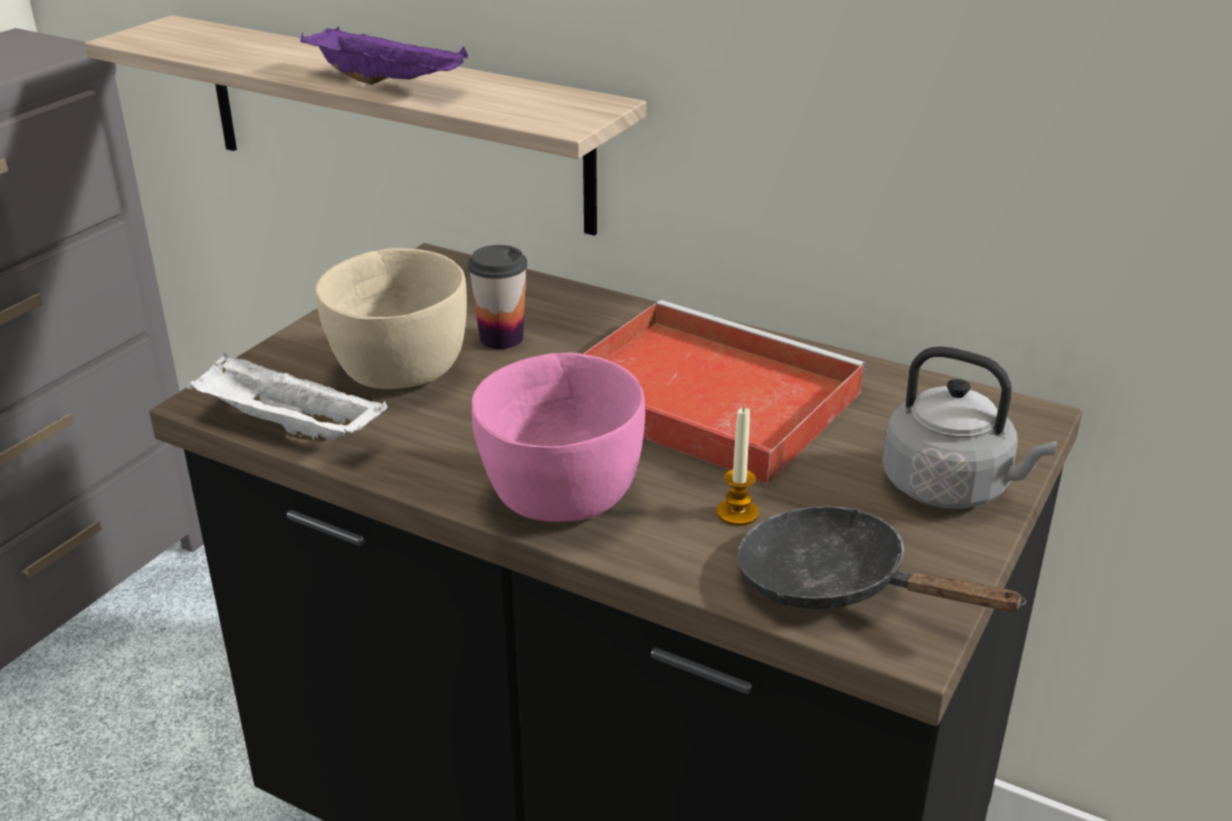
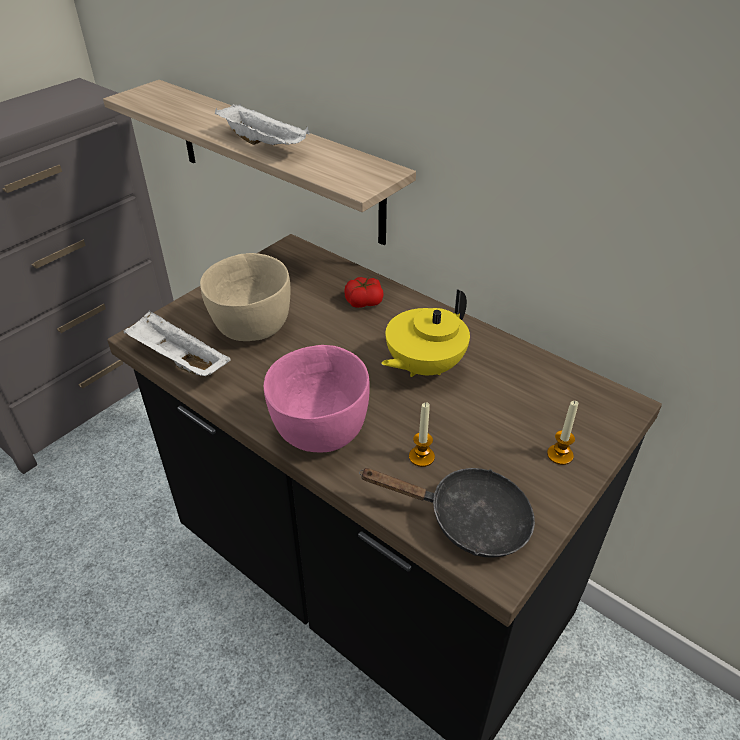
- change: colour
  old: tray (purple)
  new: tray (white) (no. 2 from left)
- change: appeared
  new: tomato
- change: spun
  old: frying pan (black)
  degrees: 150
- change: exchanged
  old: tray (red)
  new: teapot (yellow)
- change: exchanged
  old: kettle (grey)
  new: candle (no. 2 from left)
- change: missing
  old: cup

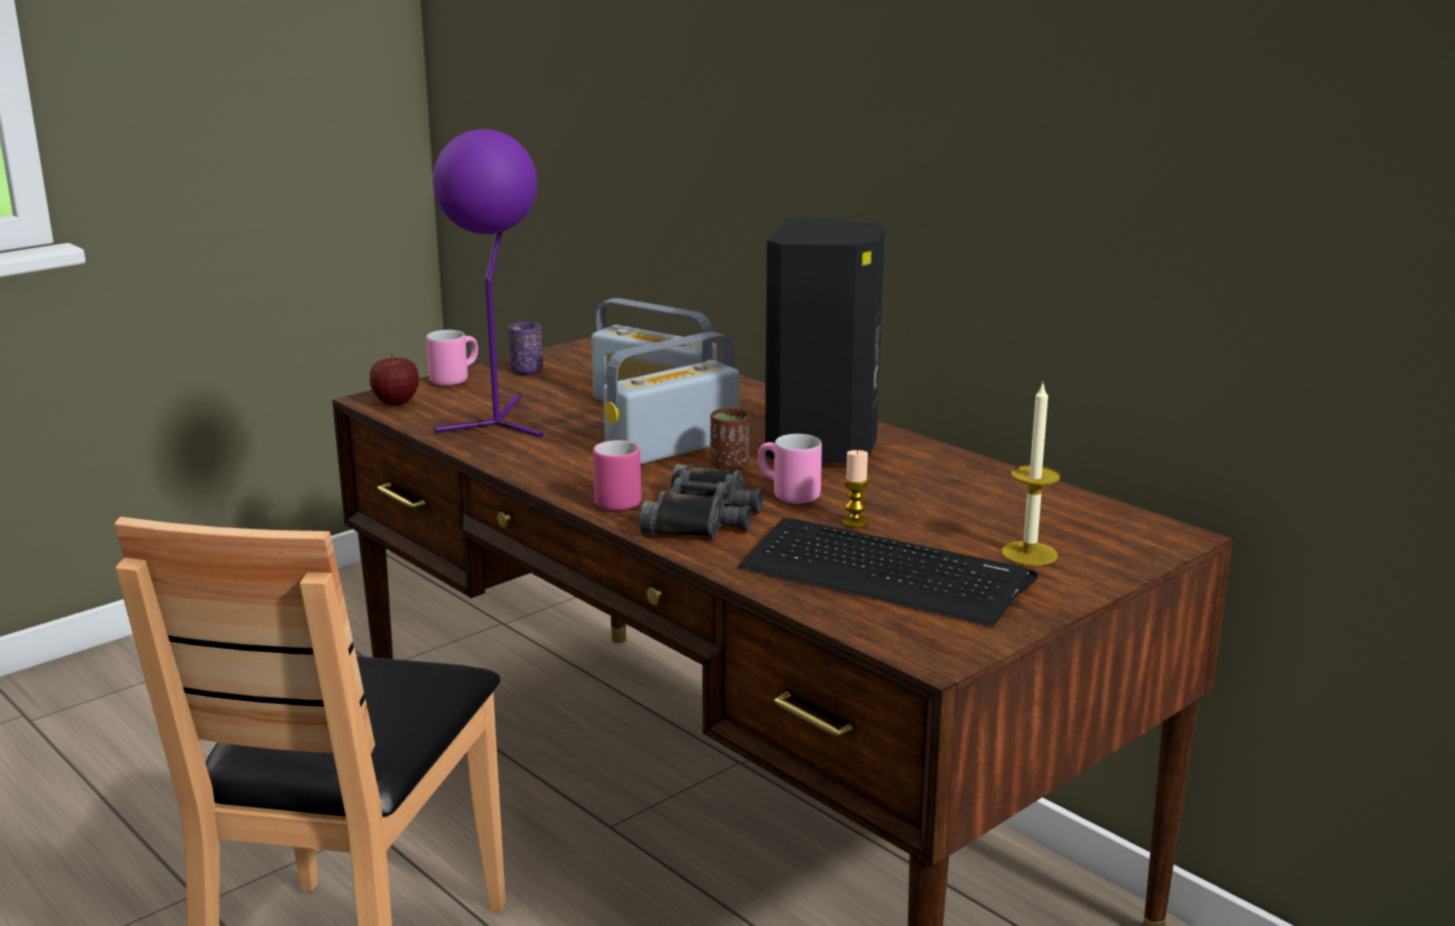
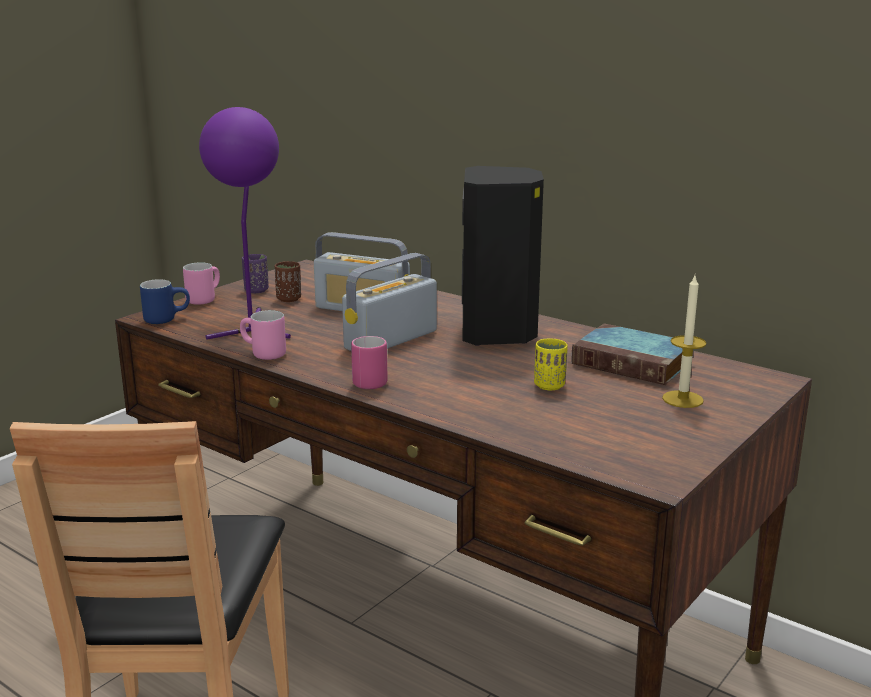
- change: exchanged
  old: apple
  new: mug (blue)
- change: relocated
  old: mug (pink) (no. 3 from left in the first image)
  new: mug (pink) (no. 2 from left)
- change: relocated
  old: cup (brown)
- change: exchanged
  old: candle (no. 1 from left)
  new: cup (yellow)
- change: appeared
  new: book
- change: missing
  old: binoculars (black)
- change: missing
  old: keyboard

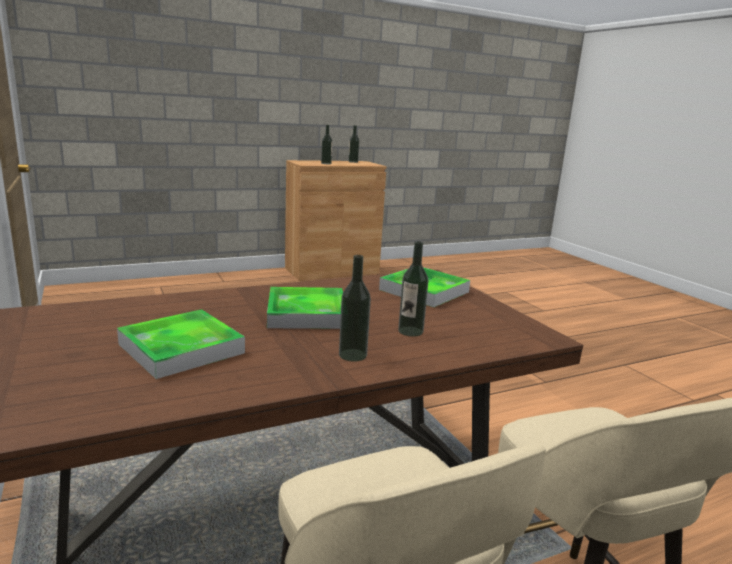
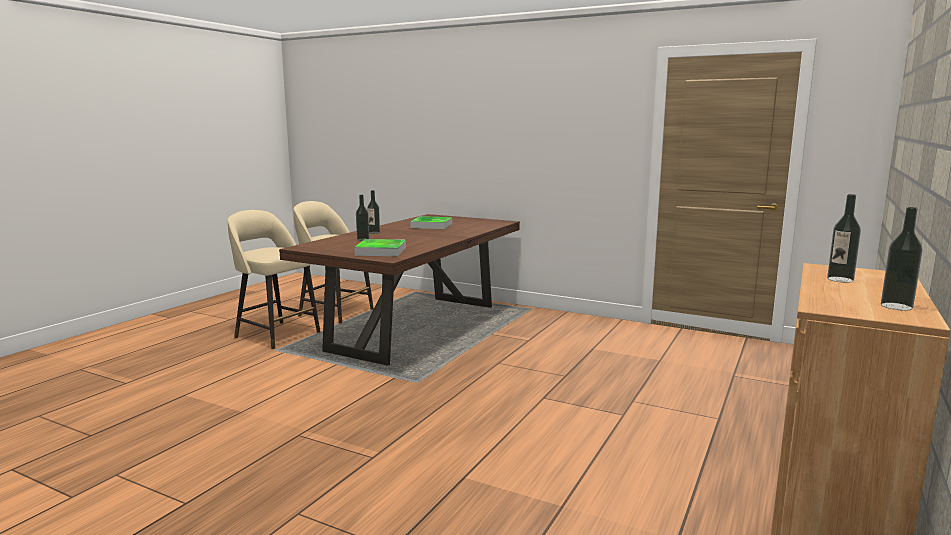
- change: missing
  old: tray (no. 2 from left)

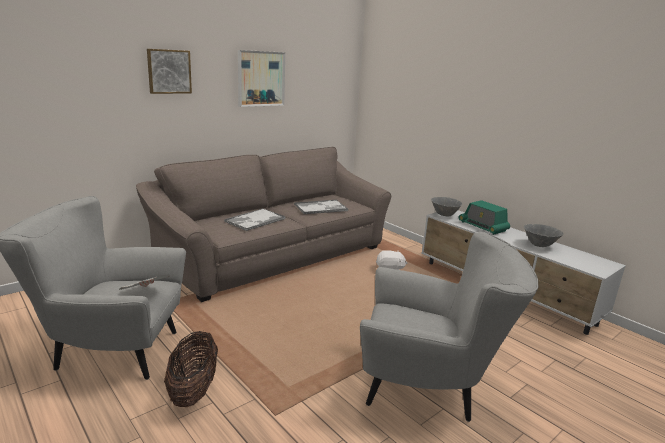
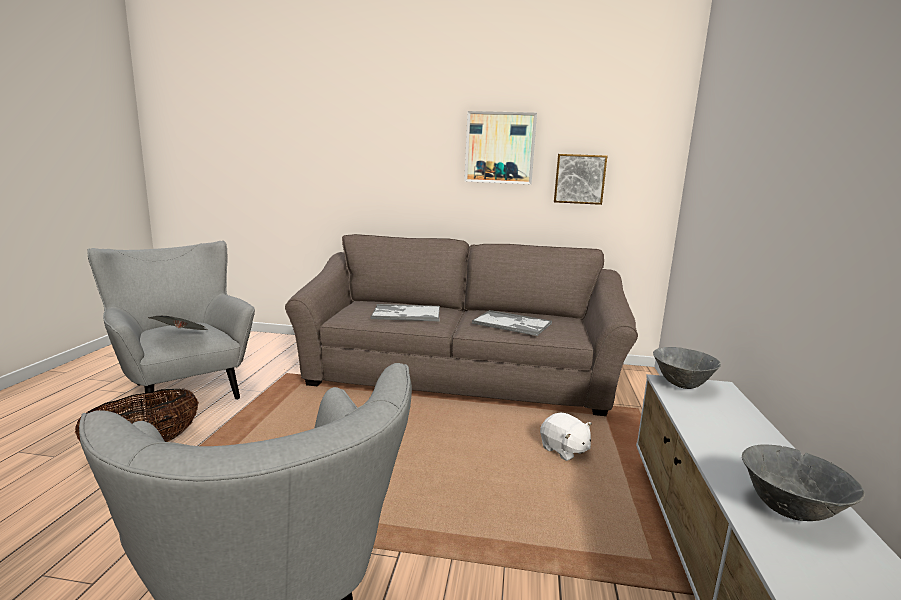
- change: relocated
  old: picture (no. 1 from left in the first image)
  new: picture (no. 2 from left)
- change: missing
  old: radio

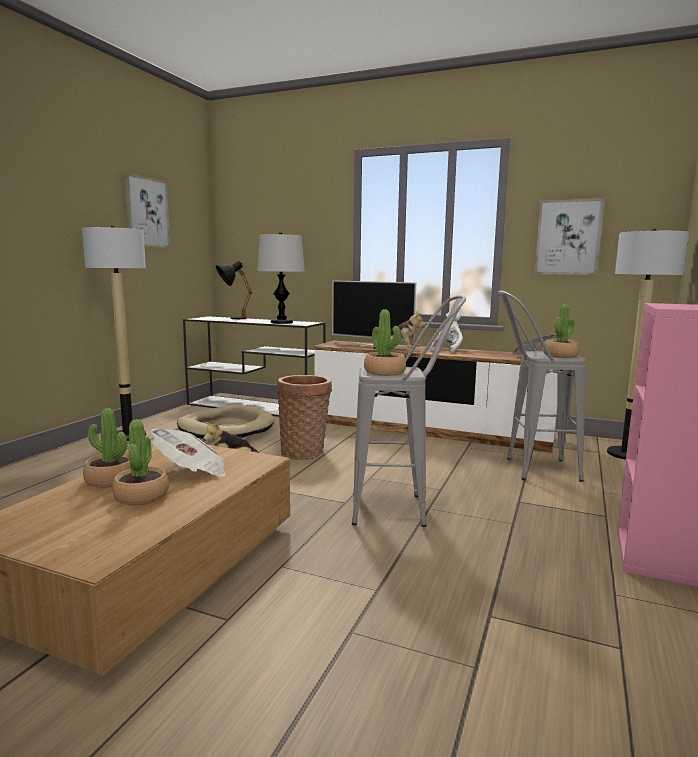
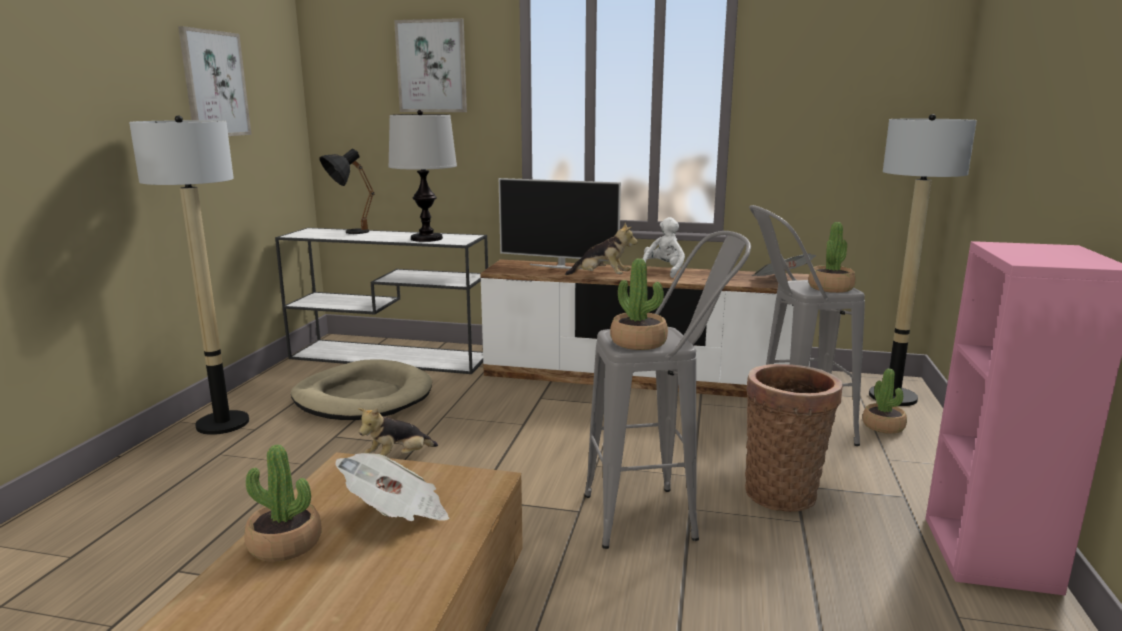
- change: relocated
  old: picture (no. 2 from left)
- change: relocated
  old: basket
- change: relocated
  old: potted plant (no. 2 from left in the first image)
  new: potted plant (no. 4 from left)

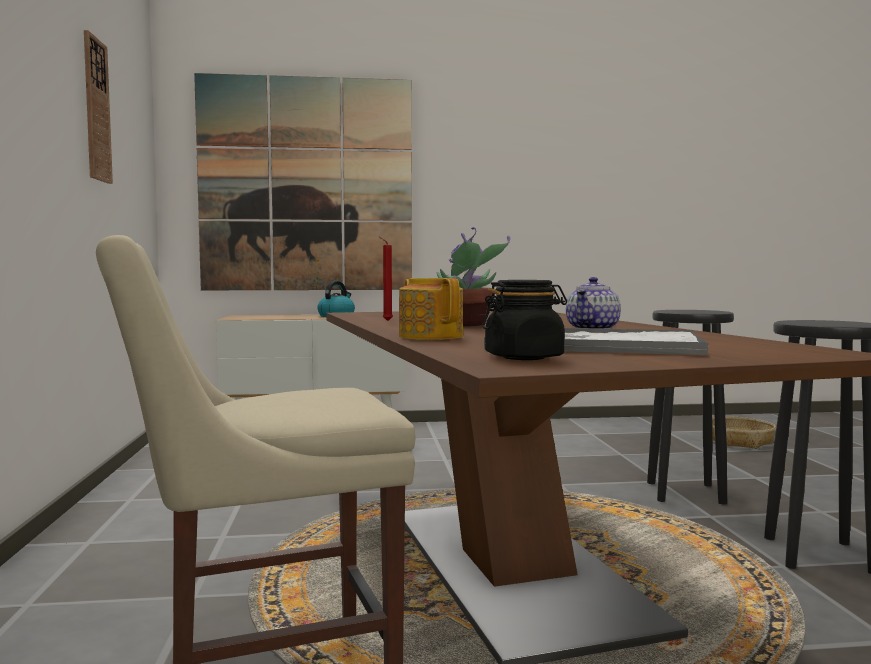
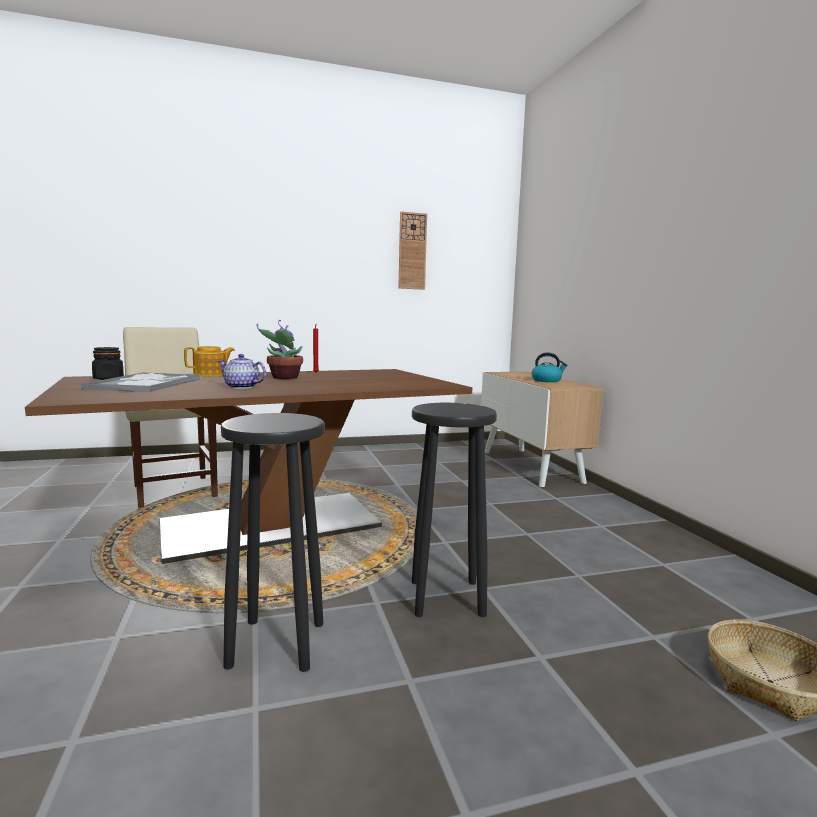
- change: missing
  old: picture

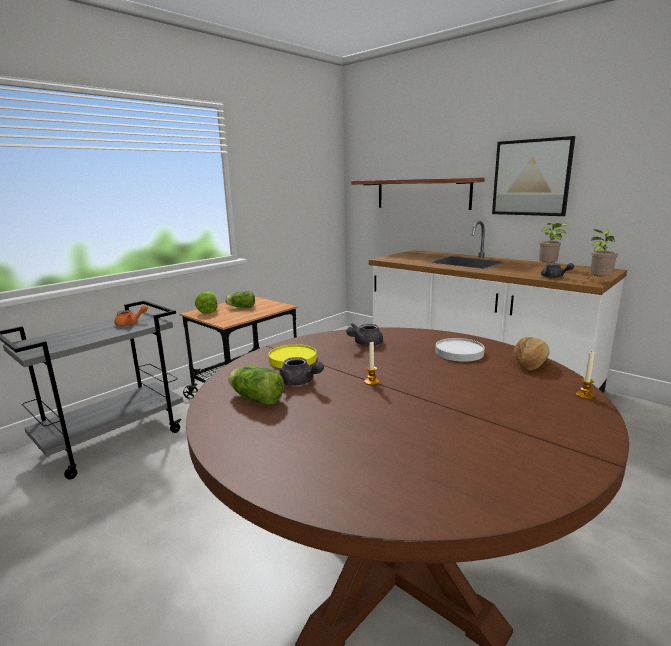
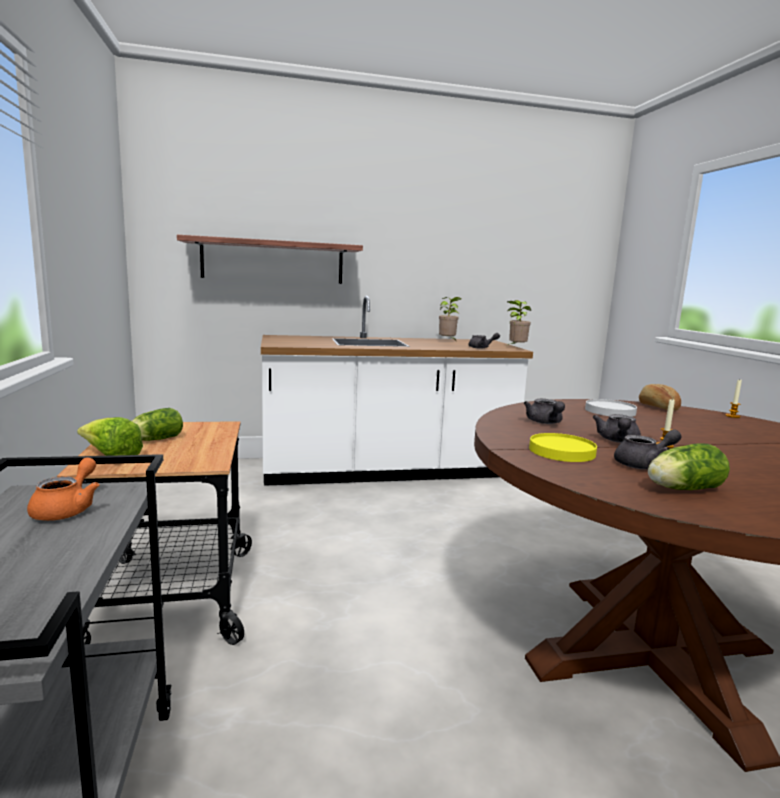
- change: appeared
  new: teapot (grey) (no. 3 from left)
- change: missing
  old: picture

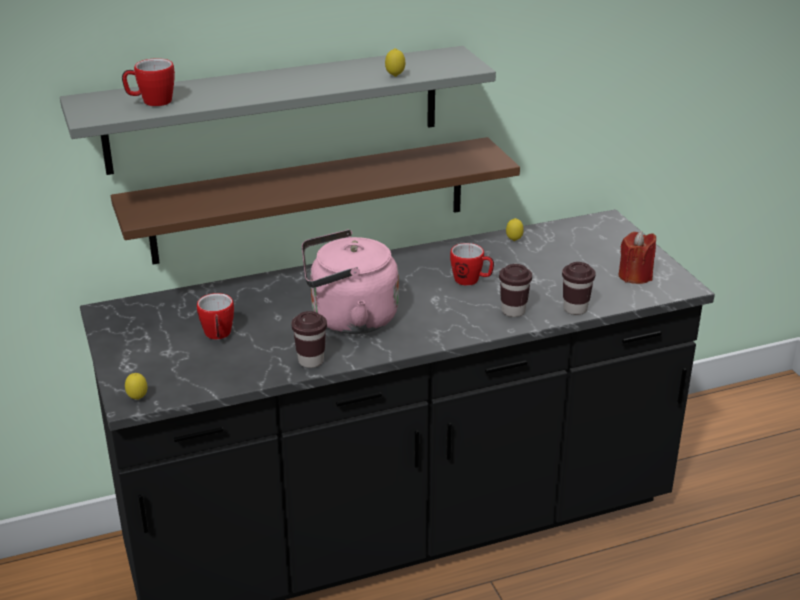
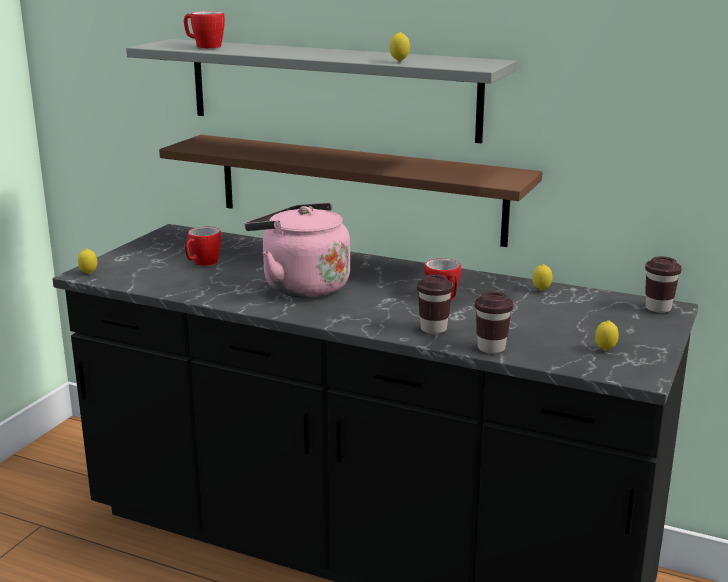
- change: exchanged
  old: candle (red)
  new: lemon (no. 4 from left)
- change: relocated
  old: cup (brown) (no. 1 from left in the first image)
  new: cup (brown) (no. 3 from left)

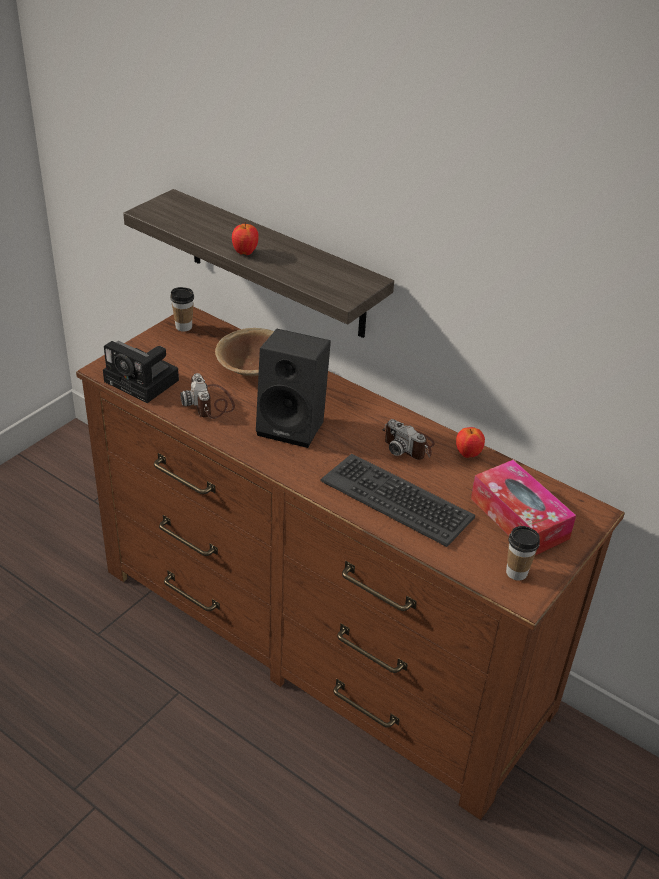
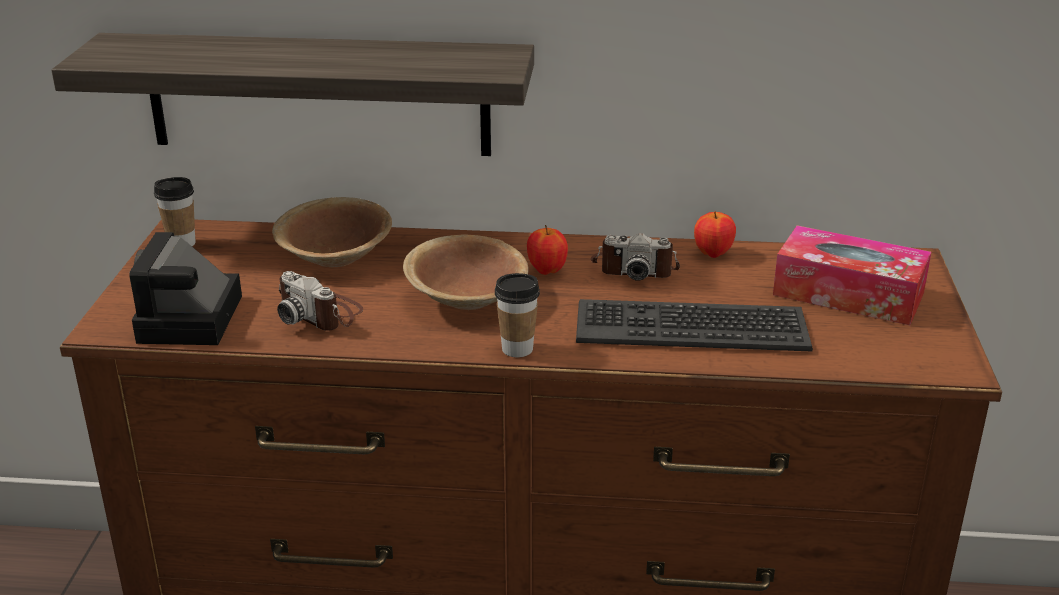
- change: spun
  old: photo camera (no. 1 from left)
  degrees: 90
- change: exchanged
  old: speaker (black)
  new: bowl (brown) (no. 2 from left)
- change: relocated
  old: cup (no. 2 from left)
- change: relocated
  old: apple (no. 1 from left)

